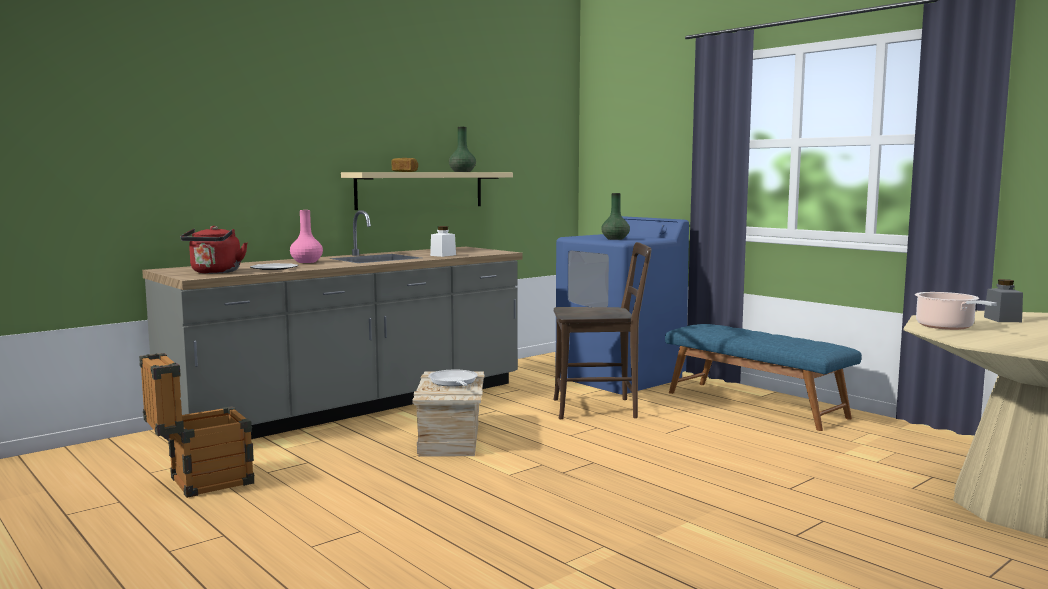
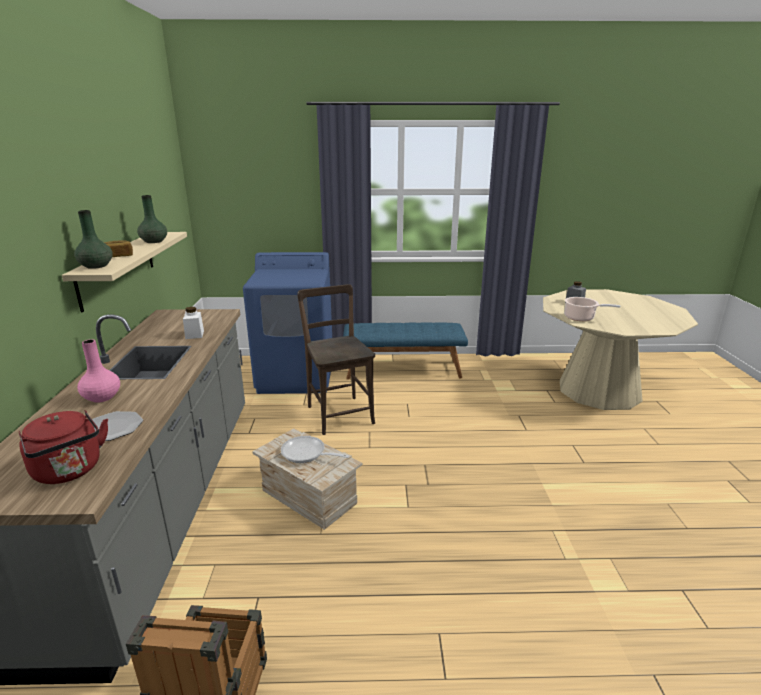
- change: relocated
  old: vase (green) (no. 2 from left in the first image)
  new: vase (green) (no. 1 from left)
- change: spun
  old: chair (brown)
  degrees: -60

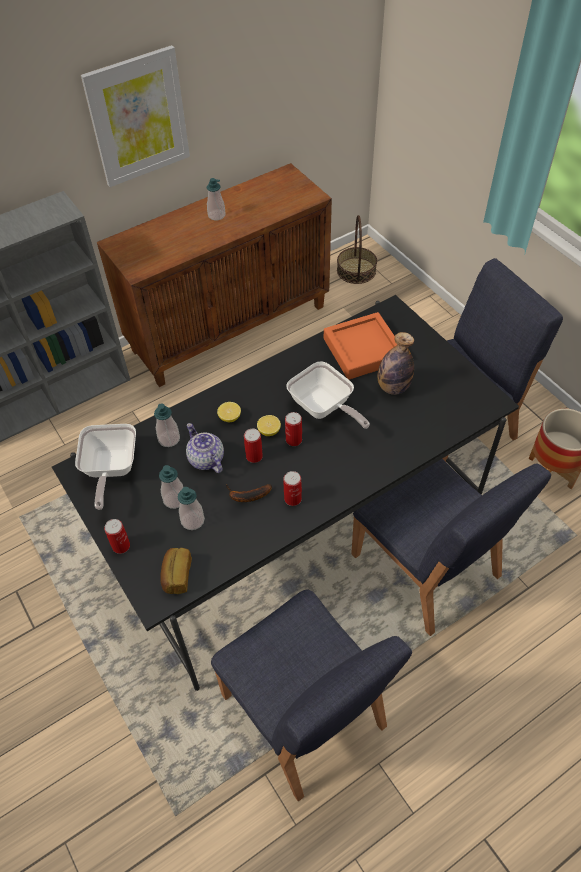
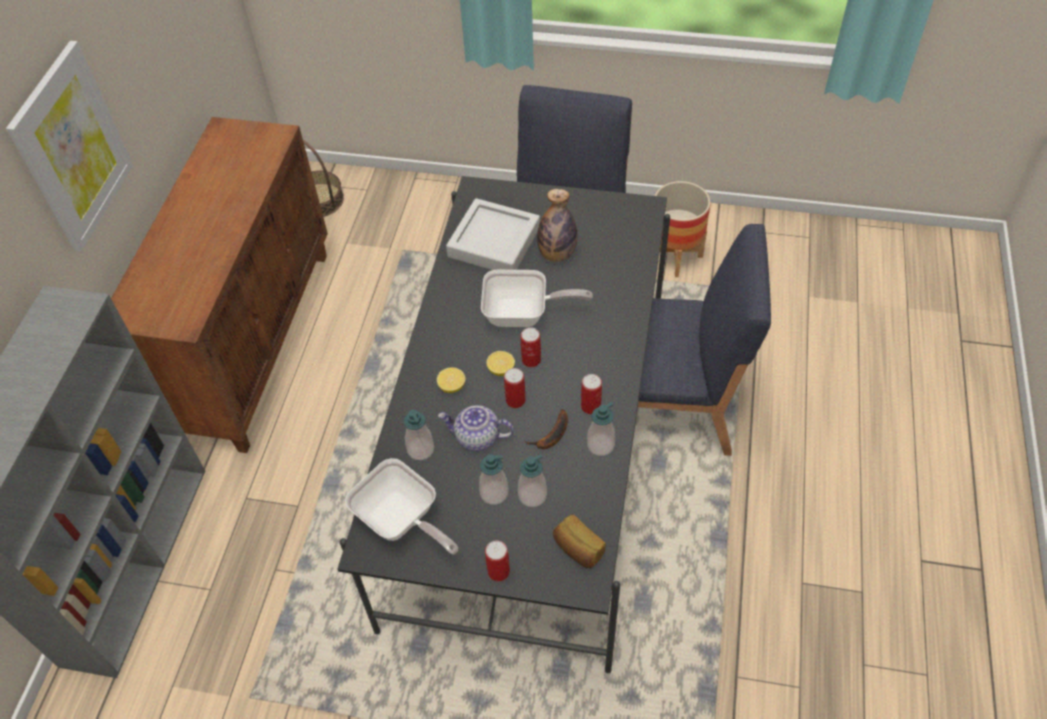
- change: colour
  old: tray (orange)
  new: tray (grey)
- change: relocated
  old: soap dispenser (no. 4 from left)
- change: missing
  old: chair (blue) (no. 1 from left)

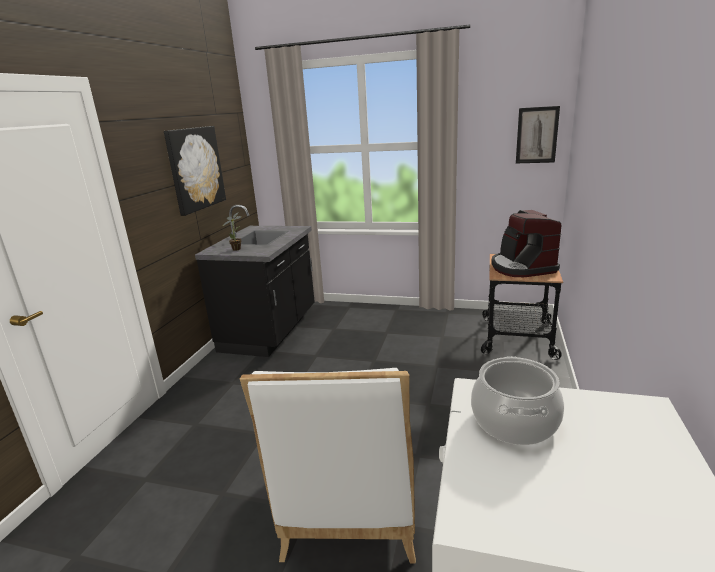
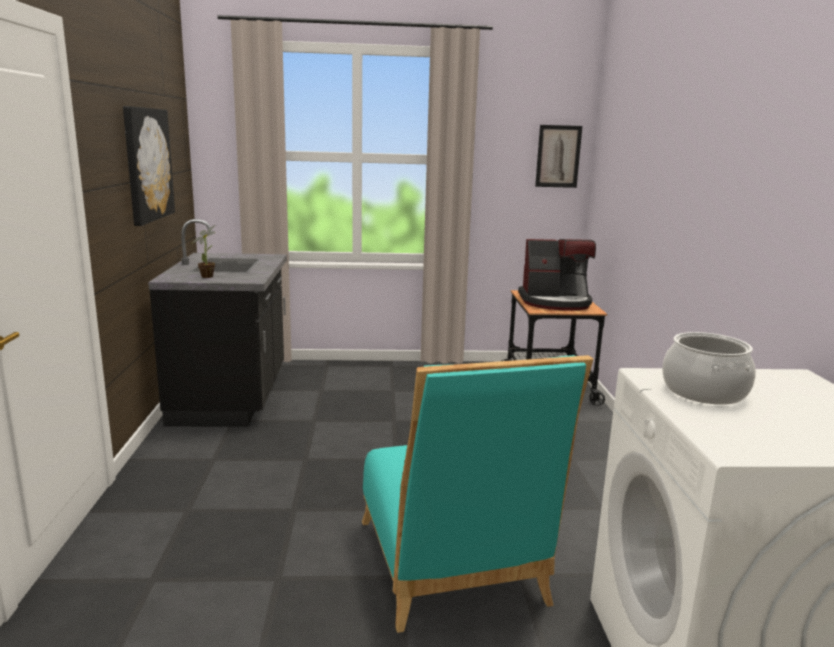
- change: colour
  old: chair (white)
  new: chair (turquoise)
- change: spun
  old: coffee machine
  degrees: -60

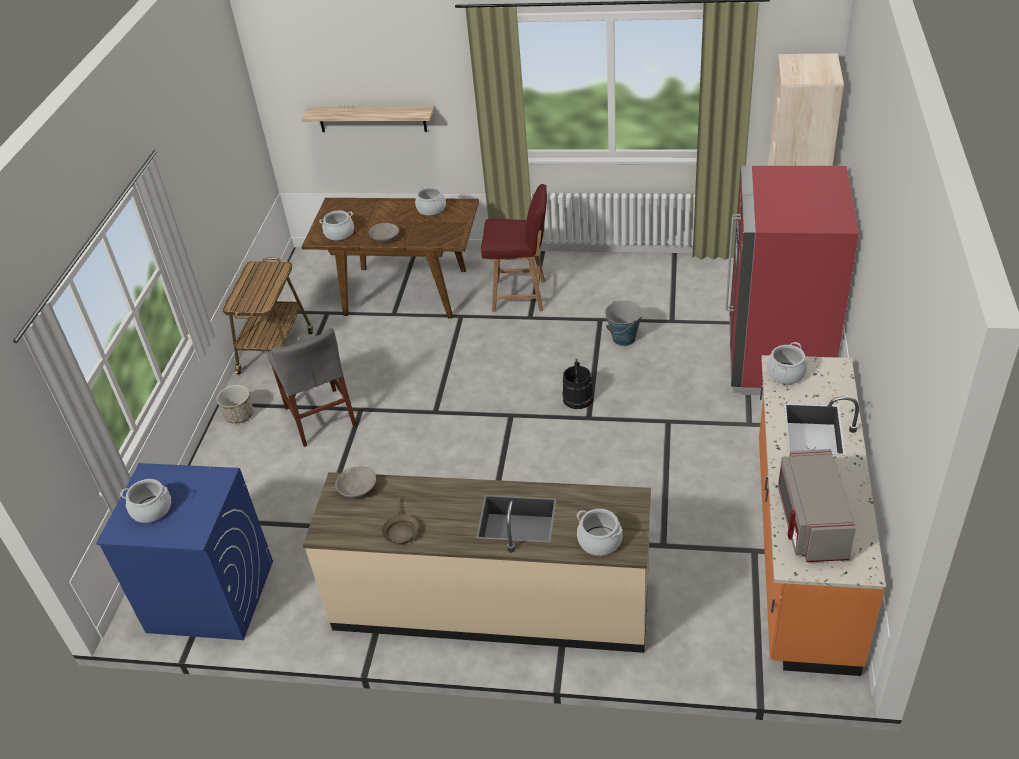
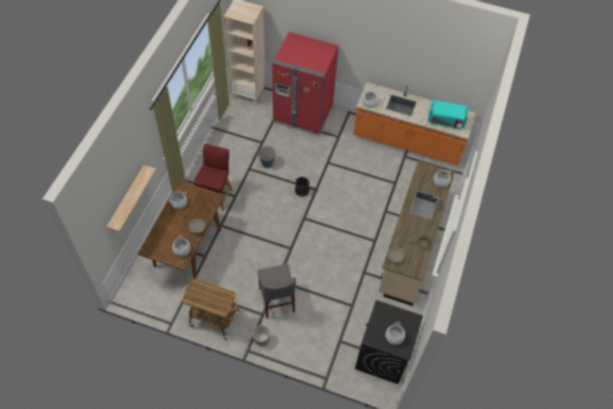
- change: spun
  old: chair (grey)
  degrees: 90
- change: colour
  old: washing machine (blue)
  new: washing machine (black)
- change: colour
  old: microwave (grey)
  new: microwave (turquoise)

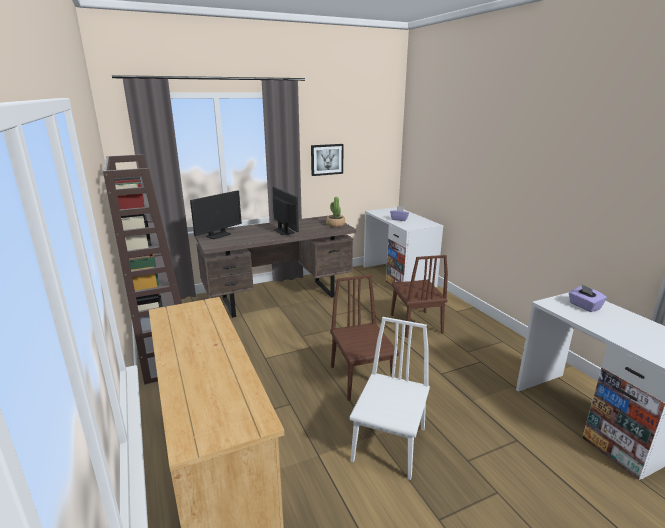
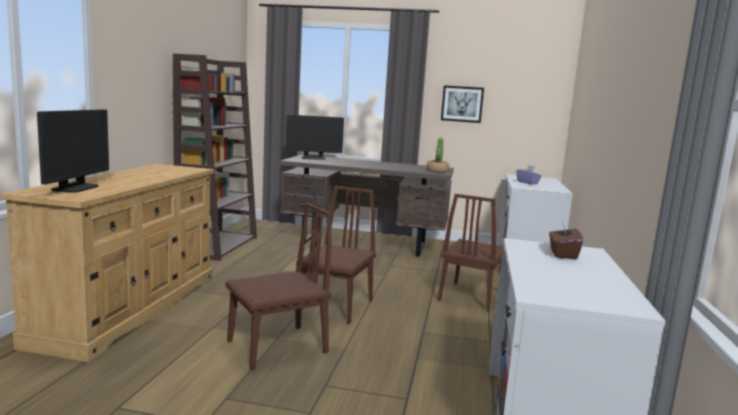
- change: relocated
  old: monitor (no. 2 from left in the first image)
  new: monitor (no. 1 from left)
- change: colour
  old: chair (white)
  new: chair (brown) (no. 1 from left)
- change: colour
  old: tissue box (purple) (no. 2 from left)
  new: tissue box (brown)

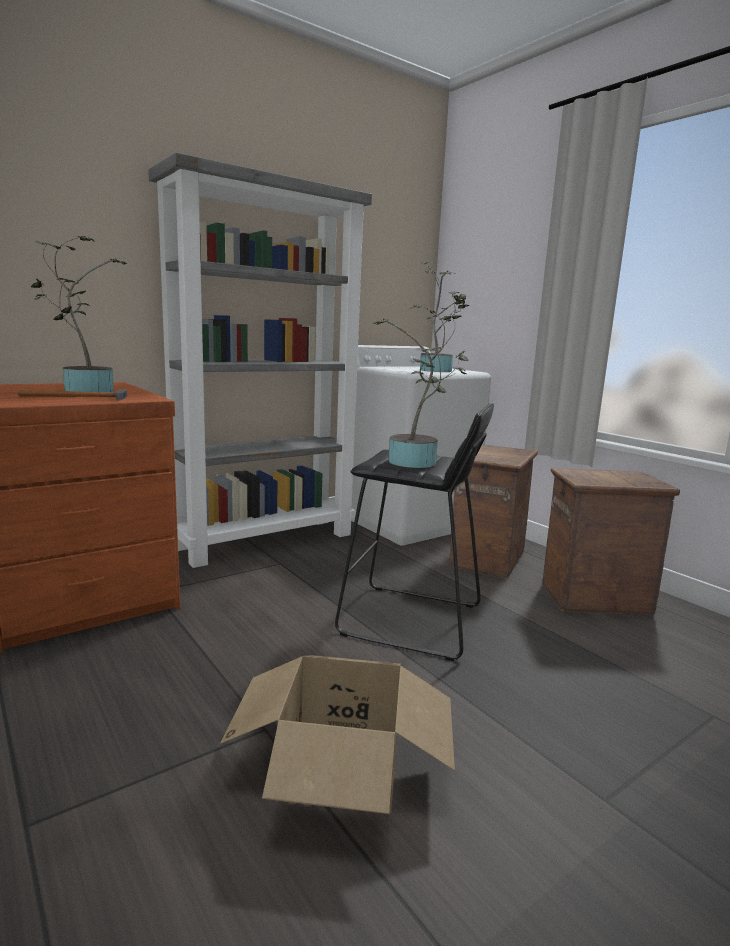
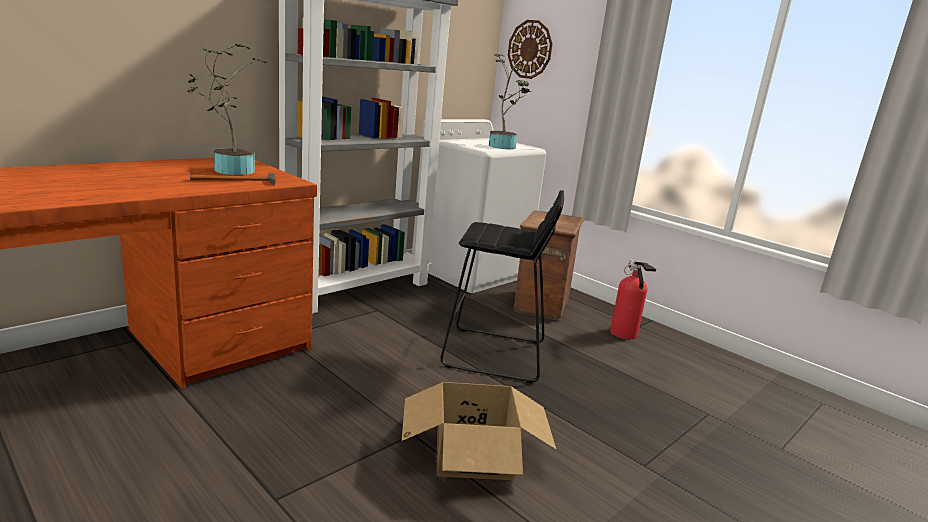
- change: appeared
  new: wall clock
- change: exchanged
  old: crate (no. 2 from left)
  new: fire extinguisher
- change: missing
  old: potted plant (no. 2 from left)

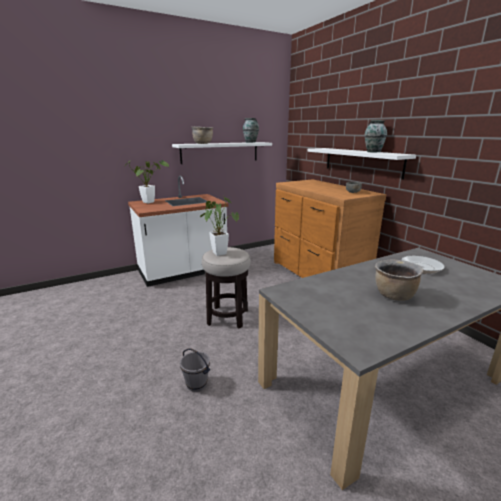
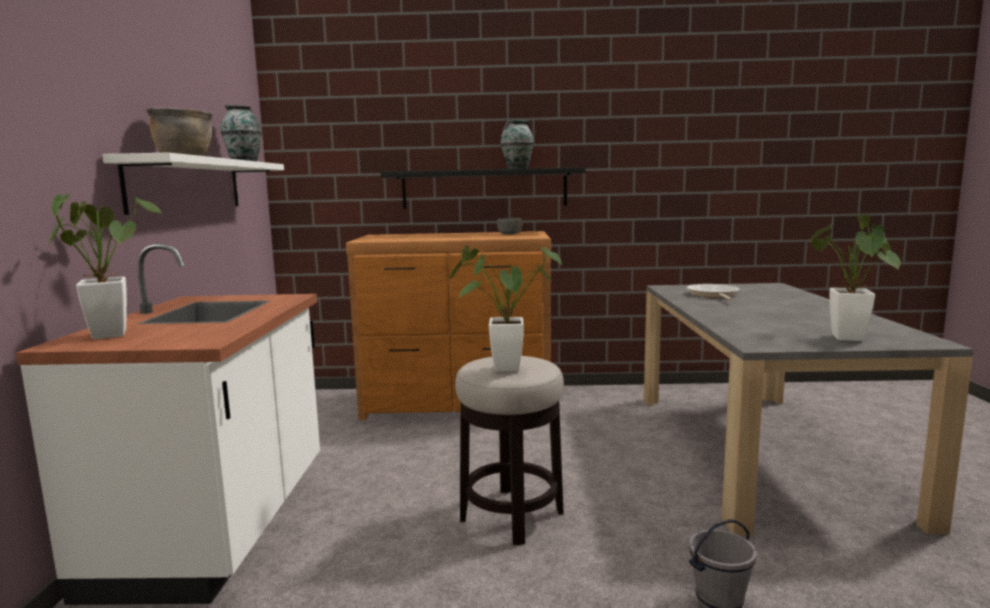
- change: colour
  old: shelf (white) (no. 2 from left)
  new: shelf (black)
- change: appeared
  new: potted plant (no. 3 from left)
- change: missing
  old: cooking pot (brown) (no. 2 from left)

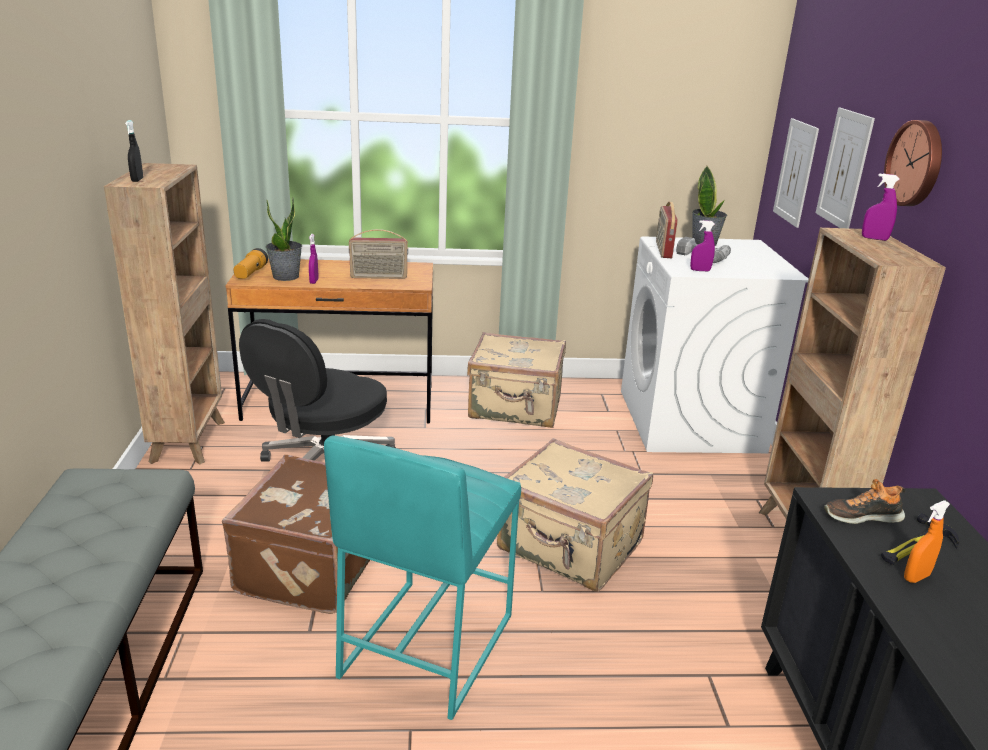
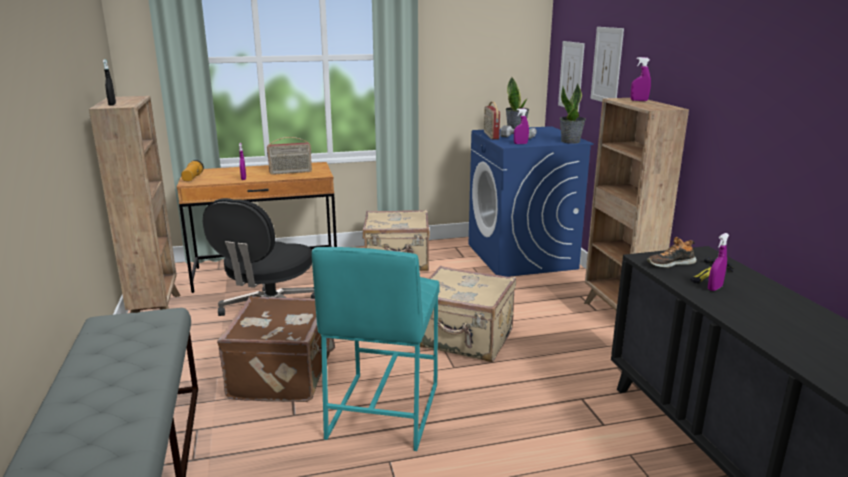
- change: colour
  old: washing machine (white)
  new: washing machine (blue)
- change: relocated
  old: potted plant (no. 1 from left in the first image)
  new: potted plant (no. 2 from left)
- change: colour
  old: spray bottle (orange)
  new: spray bottle (purple) (no. 4 from left)
- change: missing
  old: wall clock

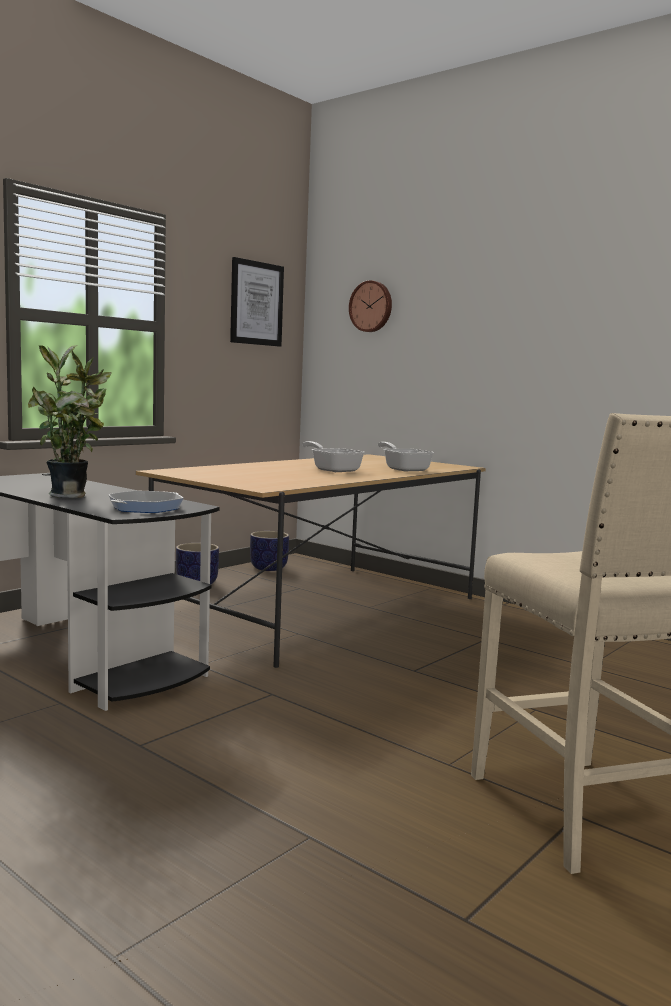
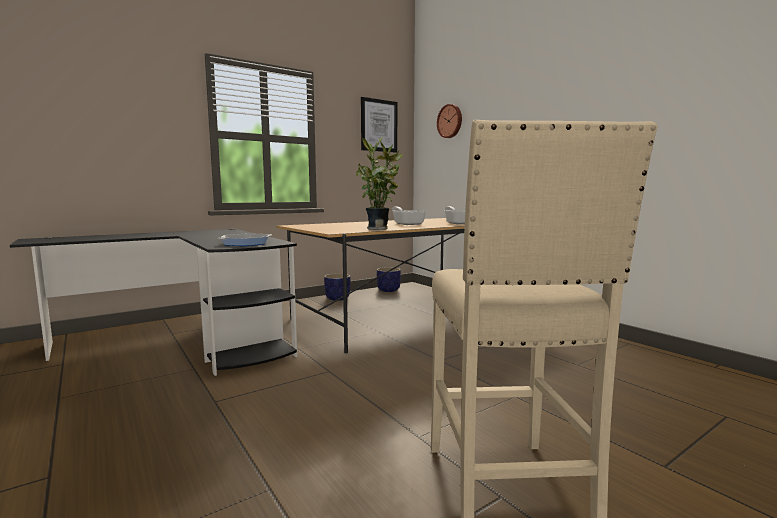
- change: relocated
  old: potted plant

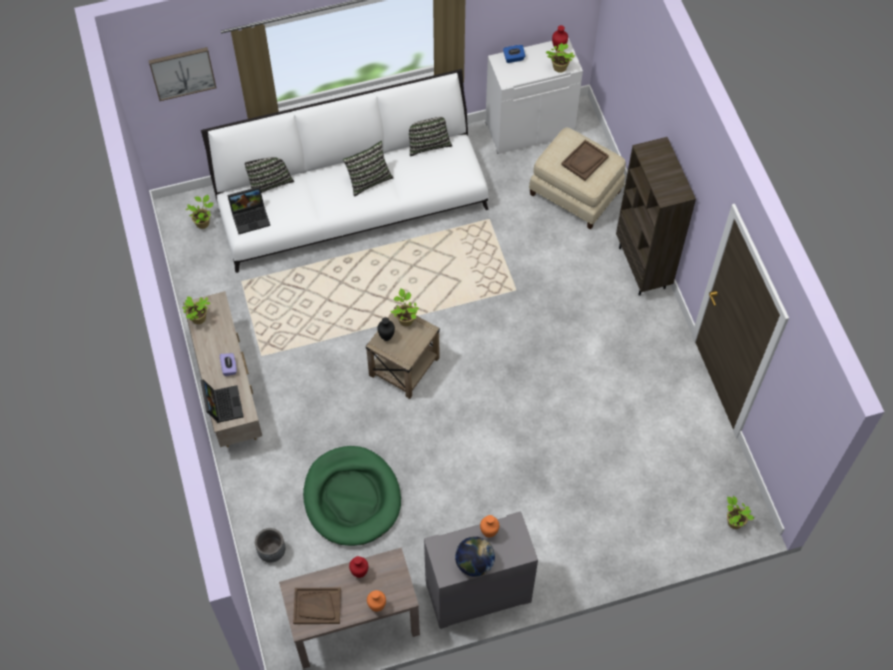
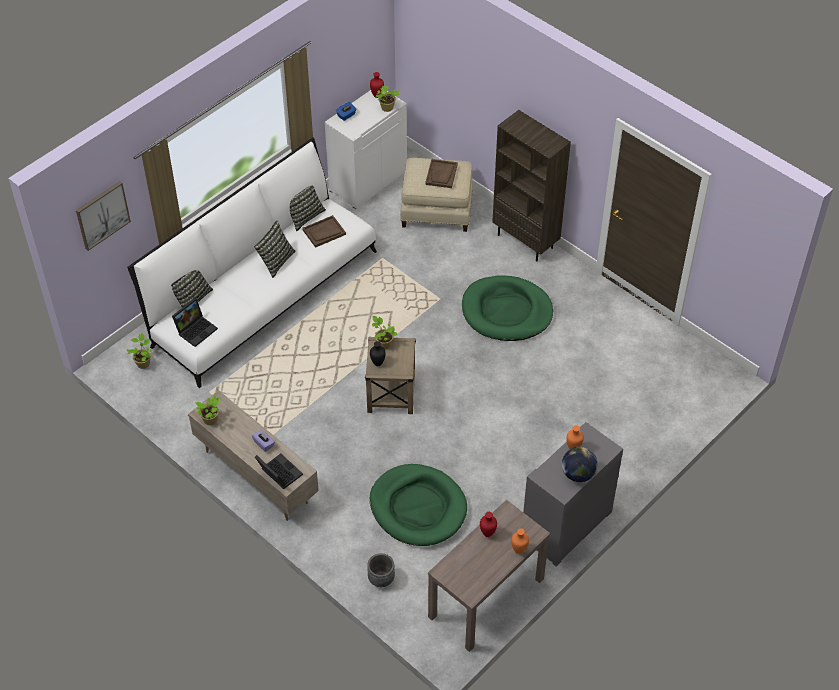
- change: relocated
  old: tray (brown) (no. 1 from left)
- change: appeared
  new: dog bed (green) (no. 2 from left)
- change: missing
  old: potted plant (no. 5 from left)

